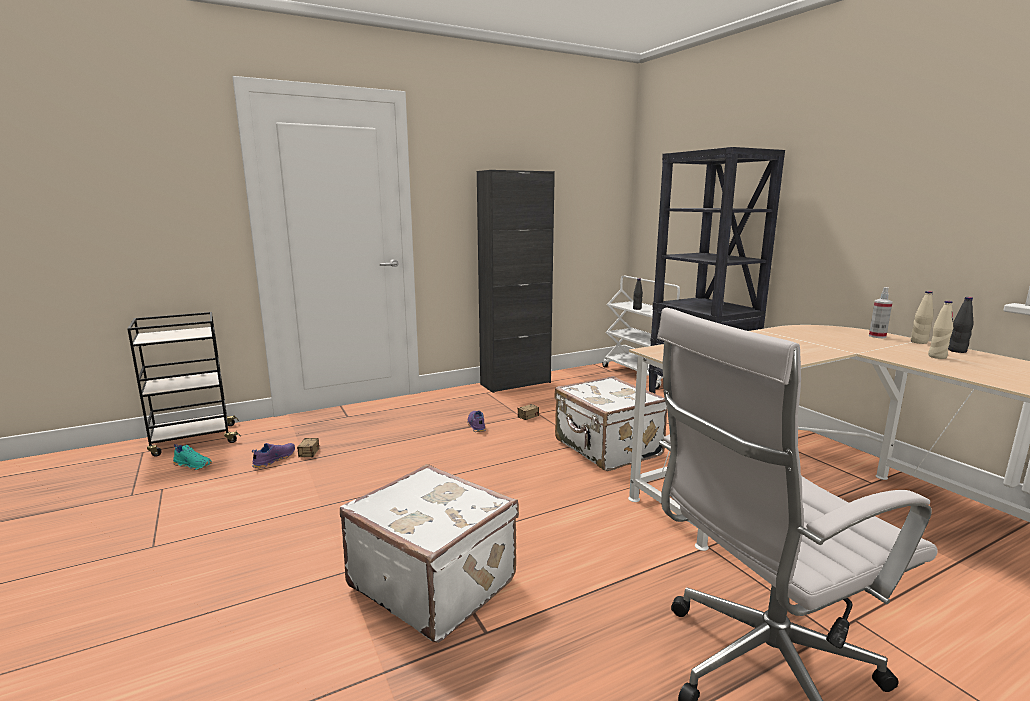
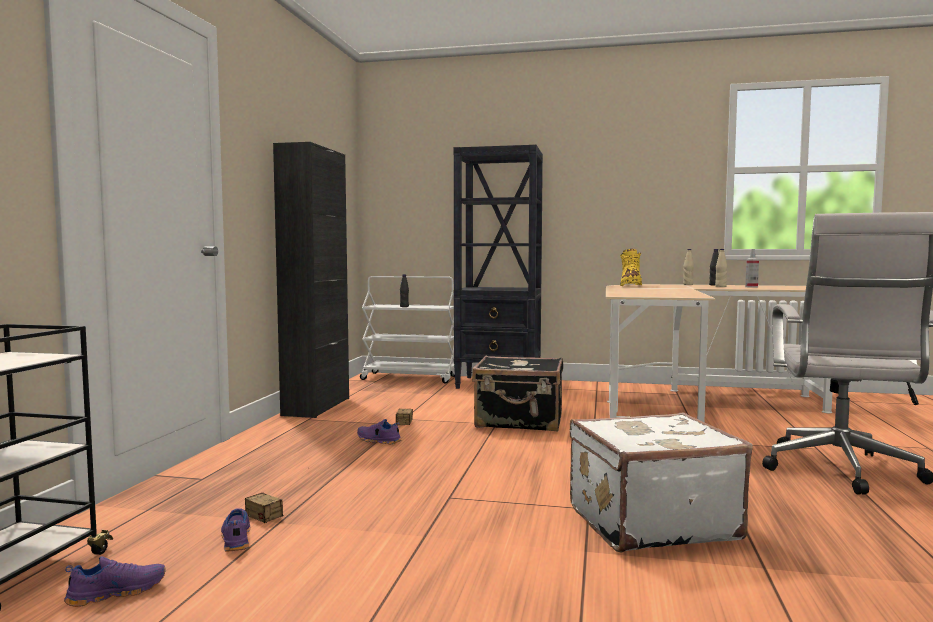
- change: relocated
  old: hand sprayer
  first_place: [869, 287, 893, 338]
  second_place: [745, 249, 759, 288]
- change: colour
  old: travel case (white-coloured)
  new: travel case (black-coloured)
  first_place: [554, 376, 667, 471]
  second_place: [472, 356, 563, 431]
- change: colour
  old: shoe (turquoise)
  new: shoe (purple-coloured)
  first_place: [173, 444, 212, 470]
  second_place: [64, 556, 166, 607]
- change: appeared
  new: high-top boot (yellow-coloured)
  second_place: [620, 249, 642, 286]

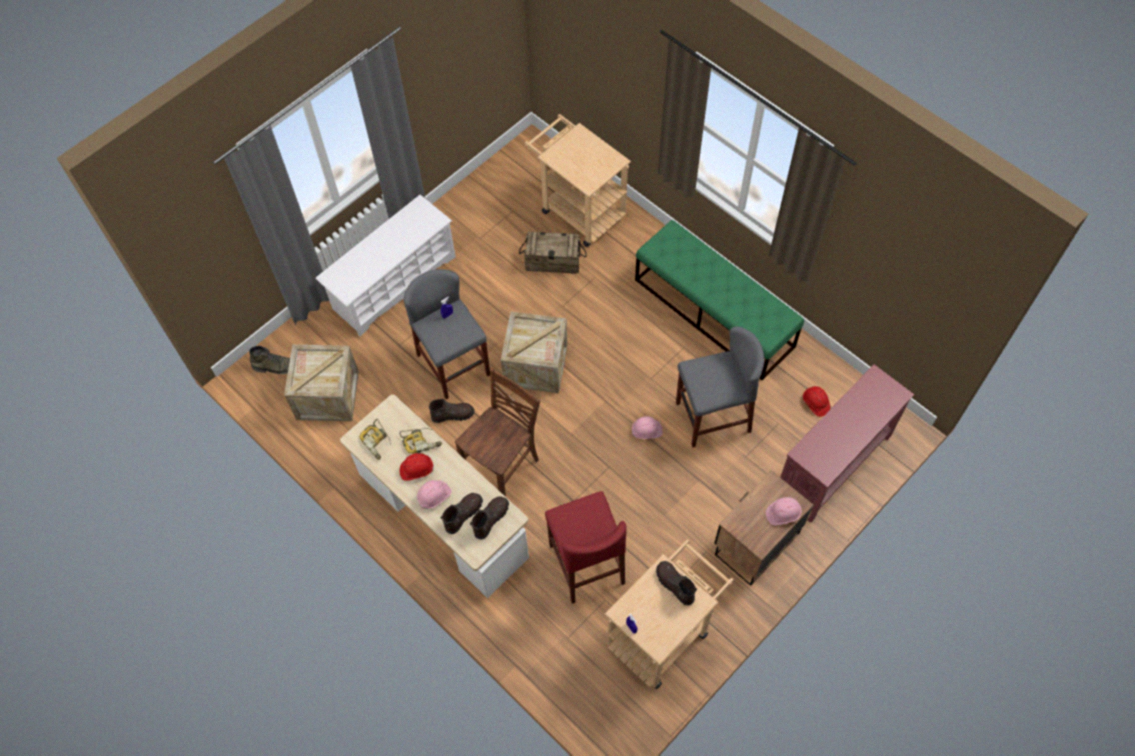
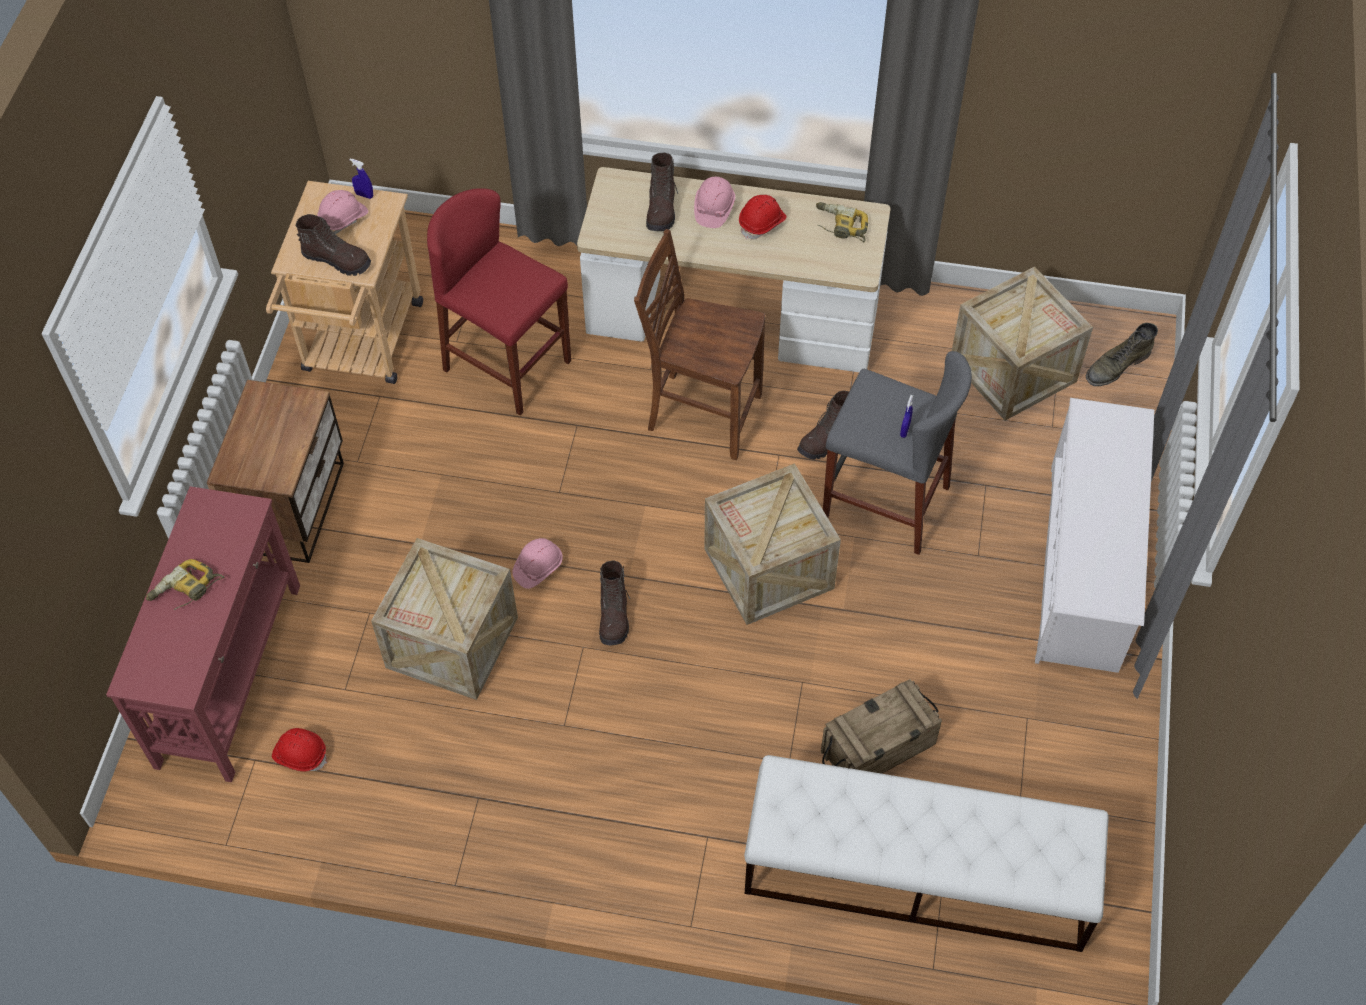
- change: exchanged
  old: cart (sand-coloured)
  new: long seat (white-coloured)
  first_place: [524, 114, 631, 247]
  second_place: [744, 755, 1109, 952]
- change: missing
  old: long seat (greenish)
  first_place: [635, 220, 804, 380]
- change: exchanged
  old: stool seat (grey)
  new: shipping crate
  first_place: [676, 327, 764, 448]
  second_place: [371, 538, 518, 700]
- change: spun
  old: plain chair (brown-coloured)
  first_place: [455, 368, 540, 497]
  second_place: [634, 229, 765, 460]
  degrees: 105
- change: relocated
  old: power drill
  first_place: [399, 428, 442, 454]
  second_place: [146, 559, 224, 610]
- change: relocated
  old: high-top boot (brown-coloured)
  first_place: [470, 496, 509, 539]
  second_place: [599, 560, 630, 645]
- change: relocated
  old: work helmet (pink)
  first_place: [766, 497, 802, 525]
  second_place: [317, 190, 368, 234]

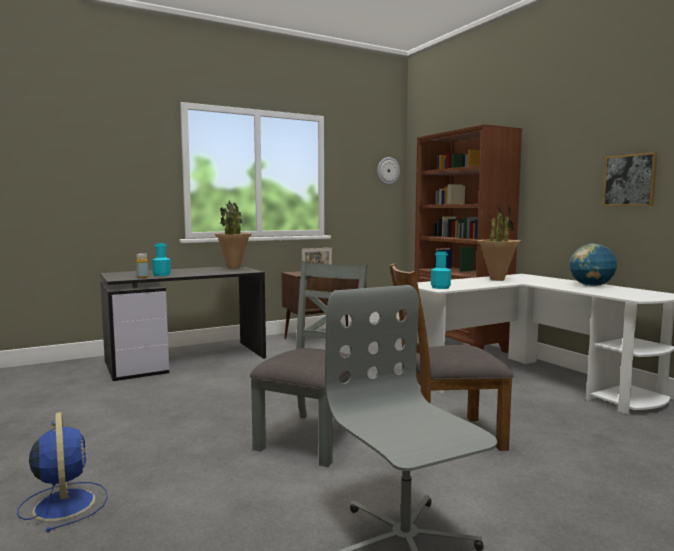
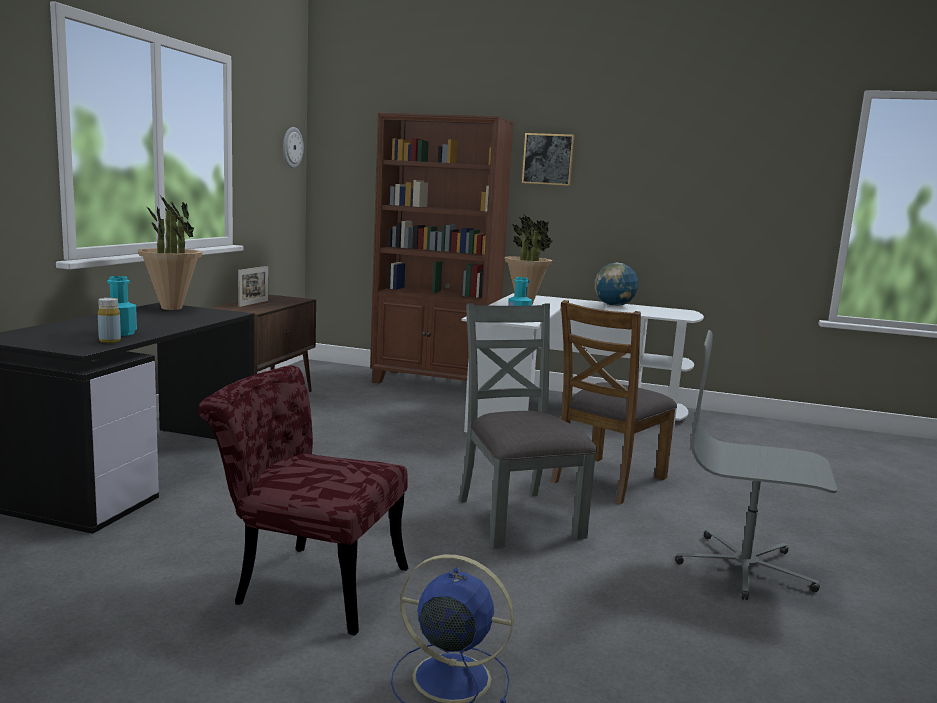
- change: relocated
  old: wall art
  first_place: [603, 152, 657, 206]
  second_place: [522, 133, 575, 186]
- change: appeared
  new: plain chair (red)
  second_place: [198, 365, 408, 635]

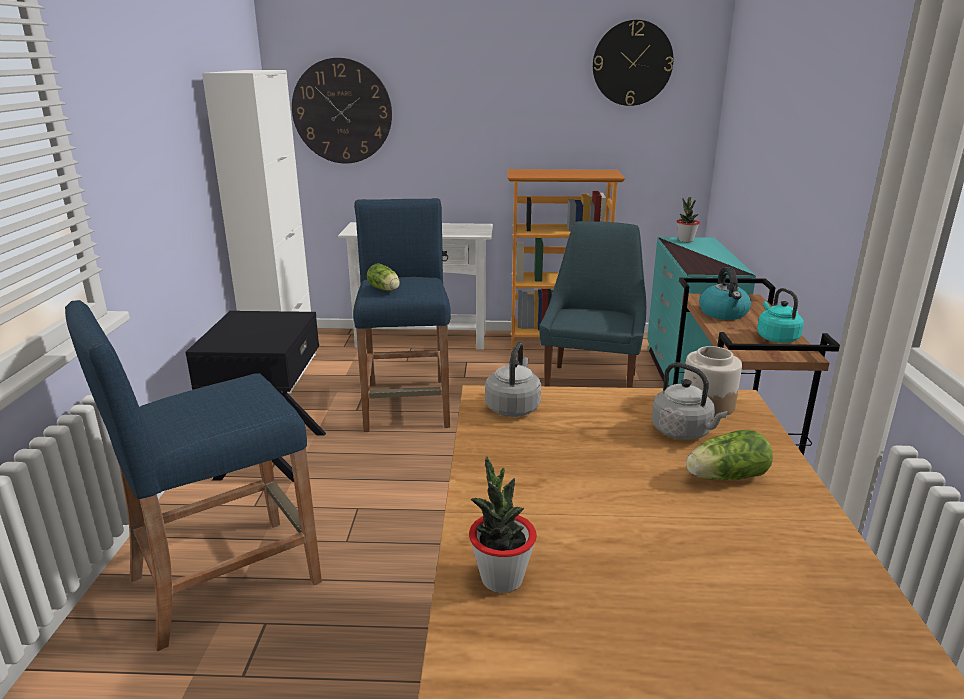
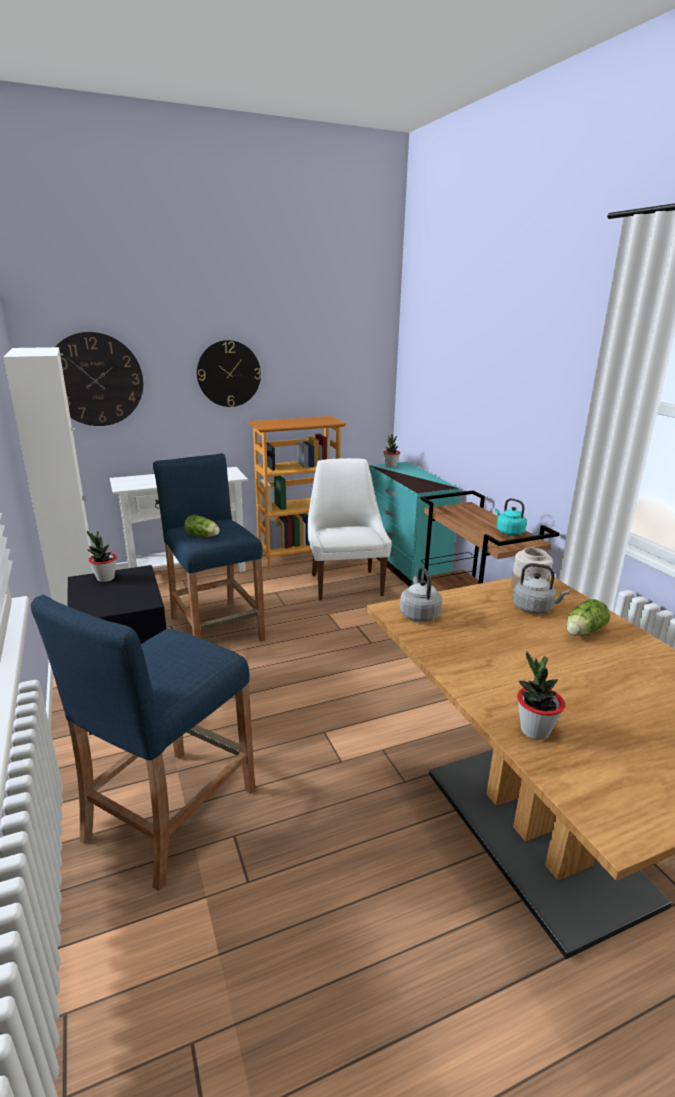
- change: relocated
  old: clock on the wall
  first_place: [593, 20, 673, 106]
  second_place: [197, 340, 261, 407]
- change: colour
  old: plain chair (blue-coloured)
  new: plain chair (white-coloured)
  first_place: [539, 221, 647, 388]
  second_place: [307, 458, 392, 600]
- change: missing
  old: kettle
  first_place: [699, 267, 751, 320]
- change: appeared
  new: houseplant
  second_place: [87, 531, 117, 582]

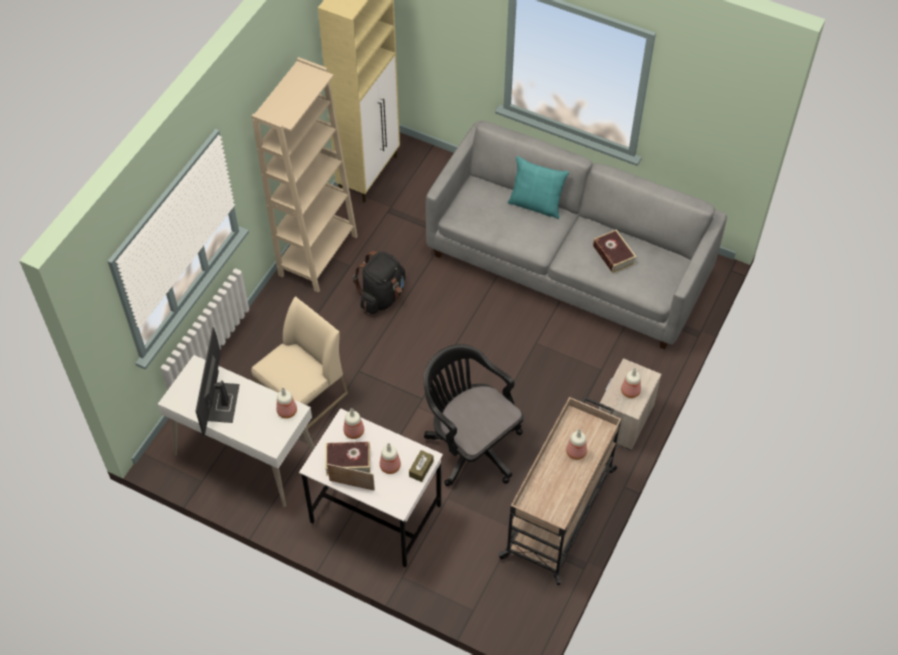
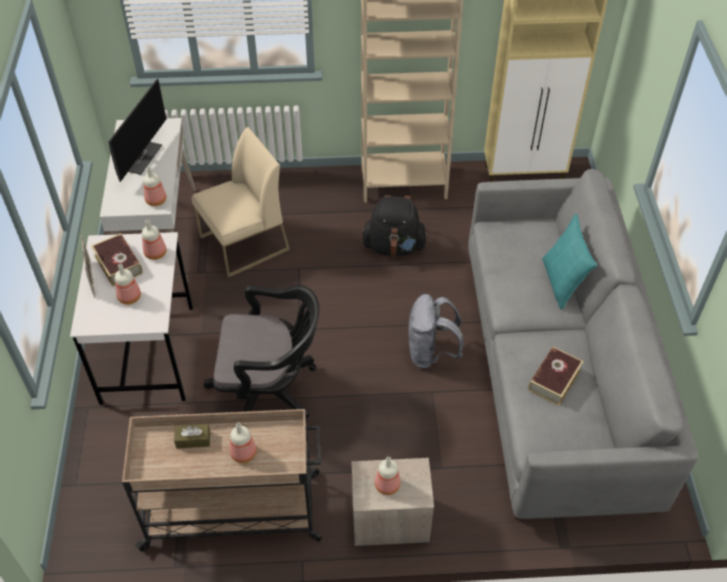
- change: spun
  old: plain chair (sand-coloured)
  first_place: [251, 296, 348, 435]
  second_place: [192, 127, 290, 278]
  degrees: -45
- change: spun
  old: computer display
  first_place: [196, 327, 240, 438]
  second_place: [108, 78, 167, 182]
  degrees: 135
- change: spun
  old: office chair (black-coloured)
  first_place: [424, 344, 524, 486]
  second_place: [204, 285, 319, 423]
  degrees: 75
- change: relocated
  old: box of tissues (brown-coloured)
  first_place: [409, 450, 434, 482]
  second_place: [174, 424, 210, 448]
- change: appeared
  new: knapsack (grey)
  second_place: [408, 294, 464, 369]

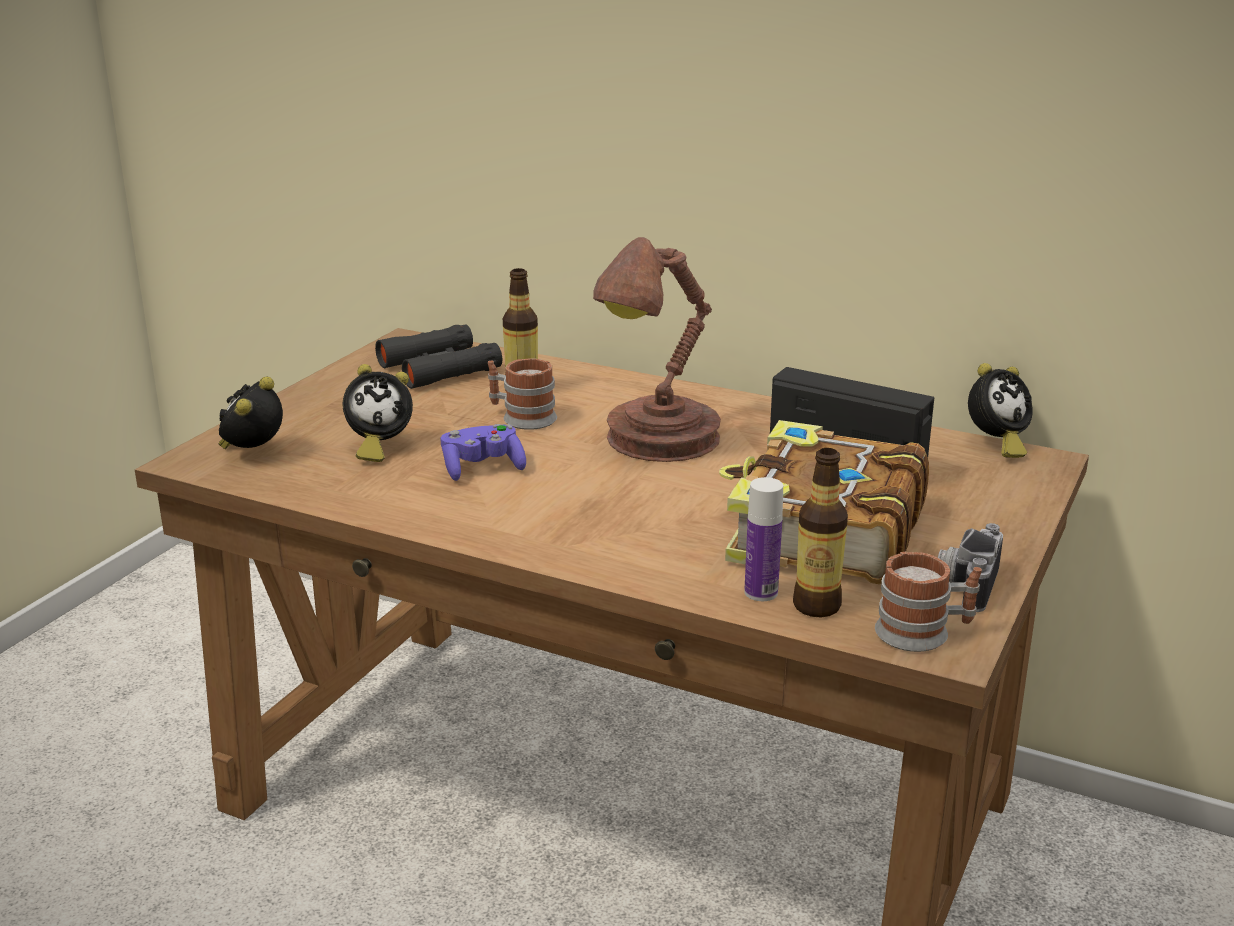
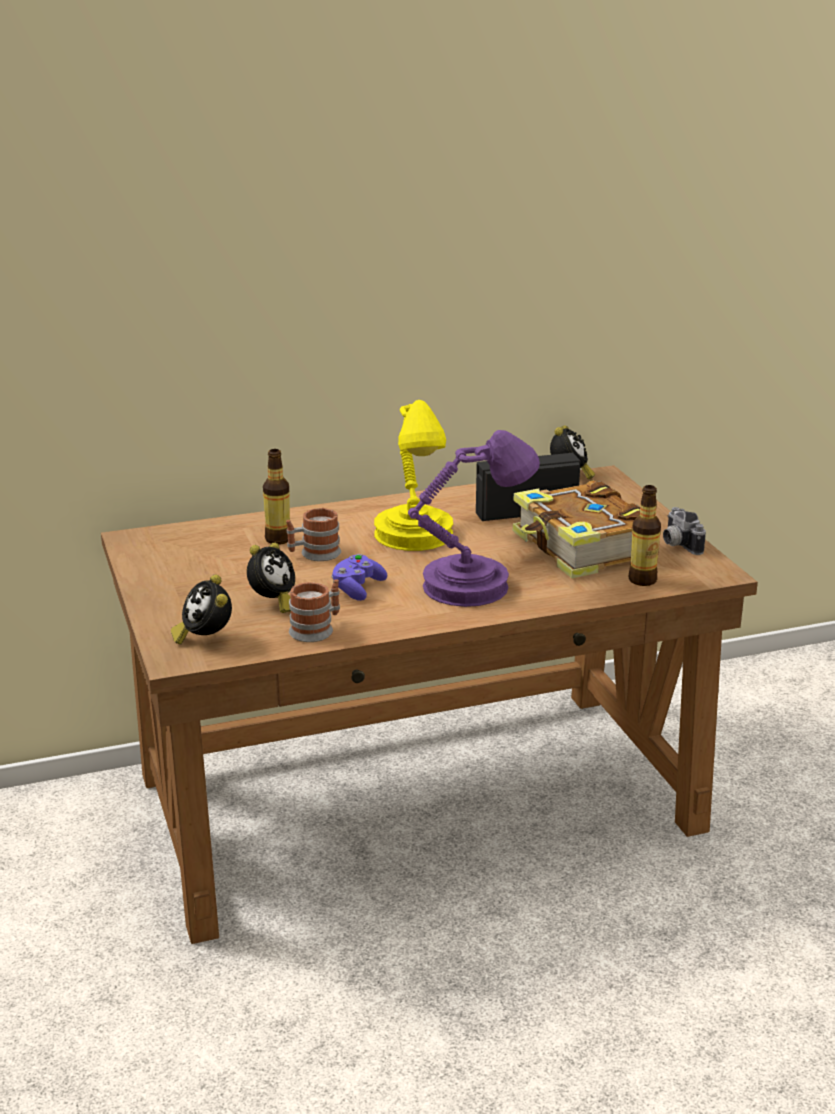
- change: colour
  old: table lamp (brown-coloured)
  new: table lamp (yellow-coloured)
  first_place: [593, 237, 721, 462]
  second_place: [374, 400, 453, 551]
- change: missing
  old: binoculars (black-coloured)
  first_place: [375, 324, 502, 389]
- change: missing
  old: beverage bottle
  first_place: [744, 477, 783, 601]
- change: relocated
  old: mug
  first_place: [875, 551, 982, 652]
  second_place: [289, 579, 340, 642]
- change: appeared
  new: table lamp (purple-coloured)
  second_place: [408, 430, 540, 607]

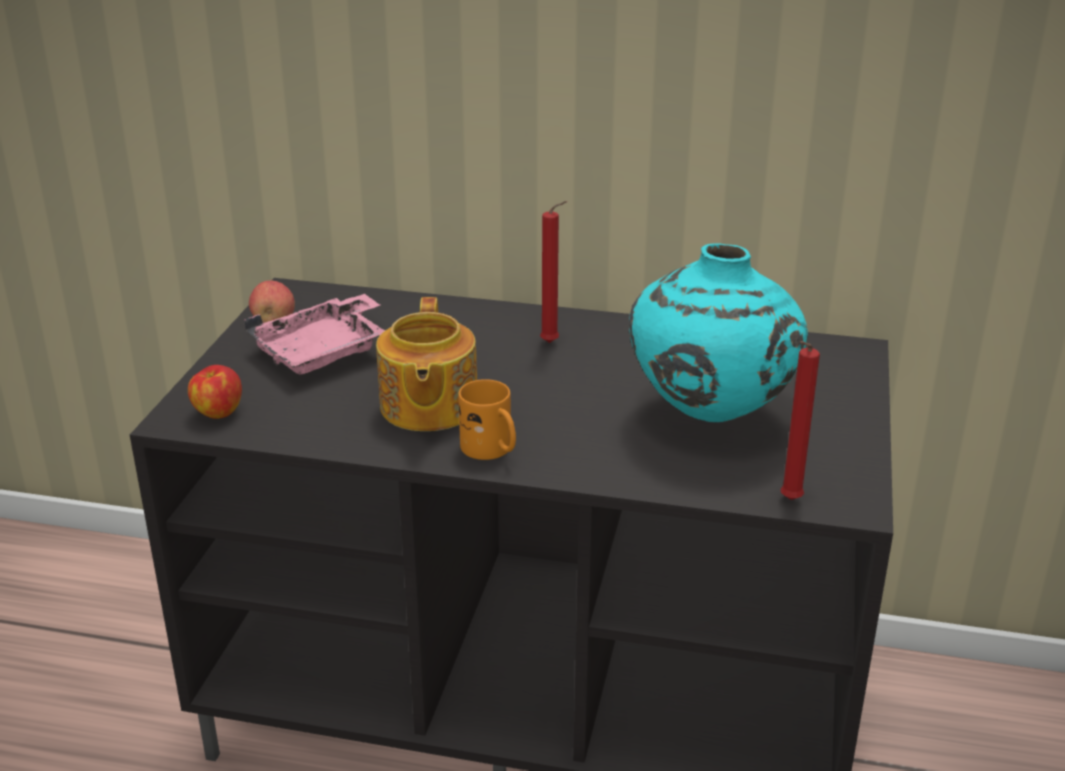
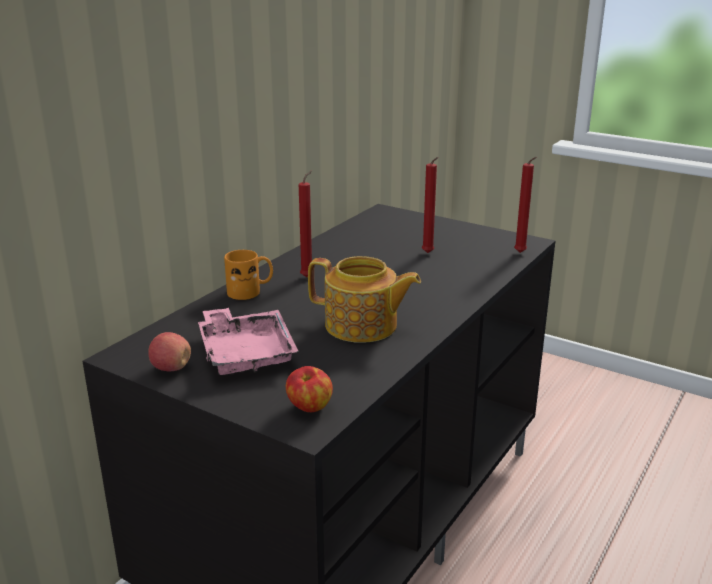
- change: exchanged
  old: flower vase (turquoise)
  new: candle (red)
  first_place: [629, 243, 808, 423]
  second_place: [422, 157, 438, 253]
- change: relocated
  old: mug (orange-coloured)
  first_place: [458, 379, 516, 460]
  second_place: [224, 250, 273, 300]

